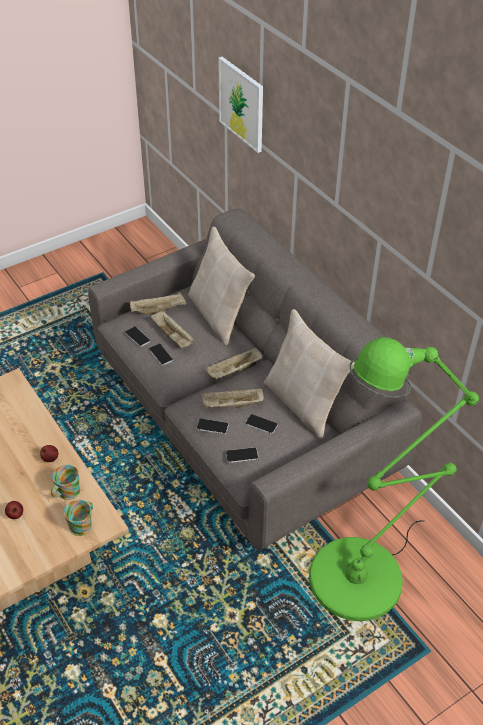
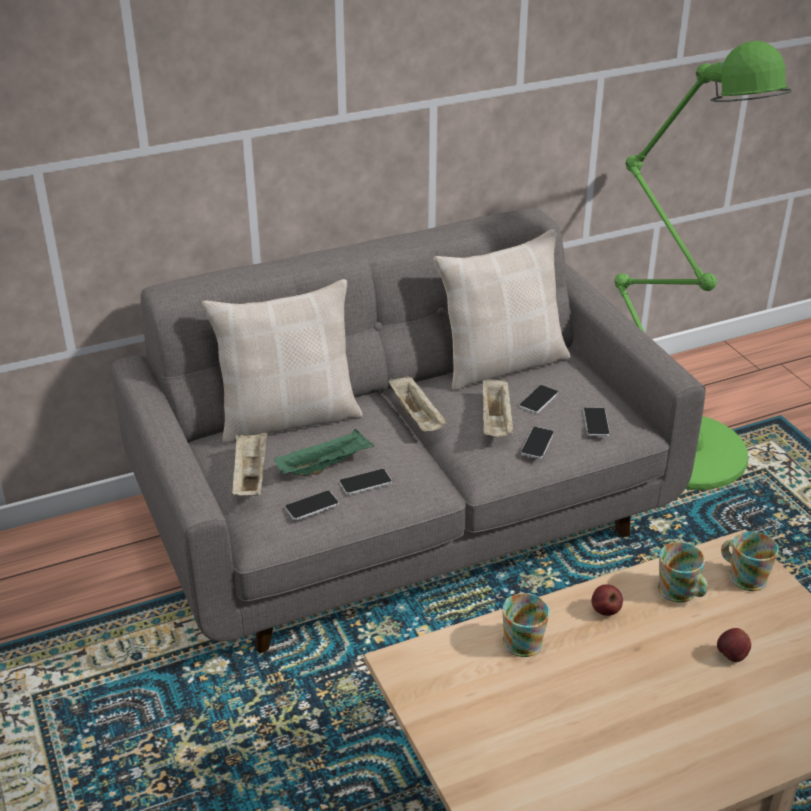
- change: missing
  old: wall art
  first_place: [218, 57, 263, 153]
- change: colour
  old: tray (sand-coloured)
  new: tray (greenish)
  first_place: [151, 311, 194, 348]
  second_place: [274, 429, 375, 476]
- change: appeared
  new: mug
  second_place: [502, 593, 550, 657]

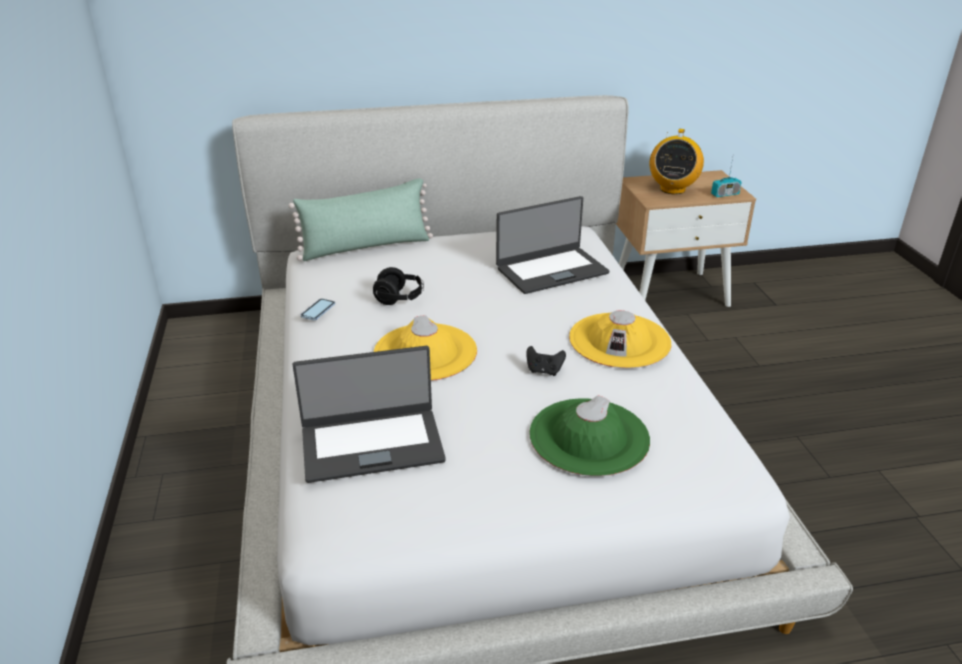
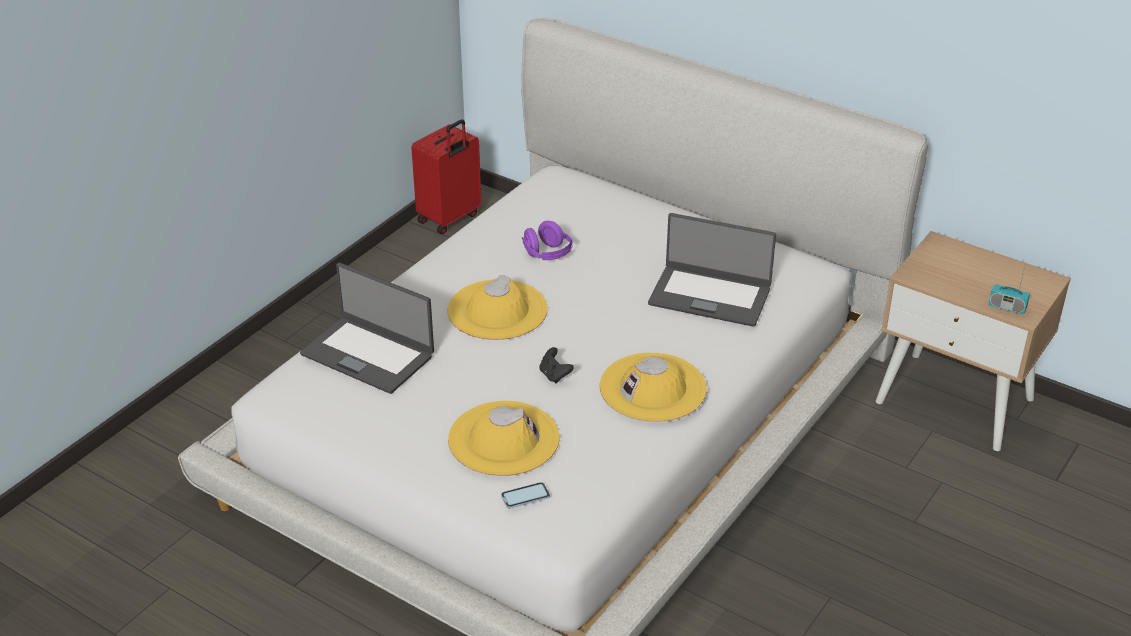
- change: missing
  old: radio set
  first_place: [649, 129, 704, 194]
- change: missing
  old: pillow (greenish)
  first_place: [289, 179, 433, 261]
- change: colour
  old: headphones (black-coloured)
  new: headphones (purple-coloured)
  first_place: [373, 267, 424, 305]
  second_place: [522, 221, 573, 260]
- change: relocated
  old: handset
  first_place: [301, 299, 335, 320]
  second_place: [501, 482, 550, 509]
- change: colour
  old: clothing hat (greenish)
  new: clothing hat (yellow-coloured)
  first_place: [529, 395, 650, 476]
  second_place: [448, 401, 559, 476]
- change: appeared
  new: travel case (red)
  second_place: [411, 119, 481, 234]

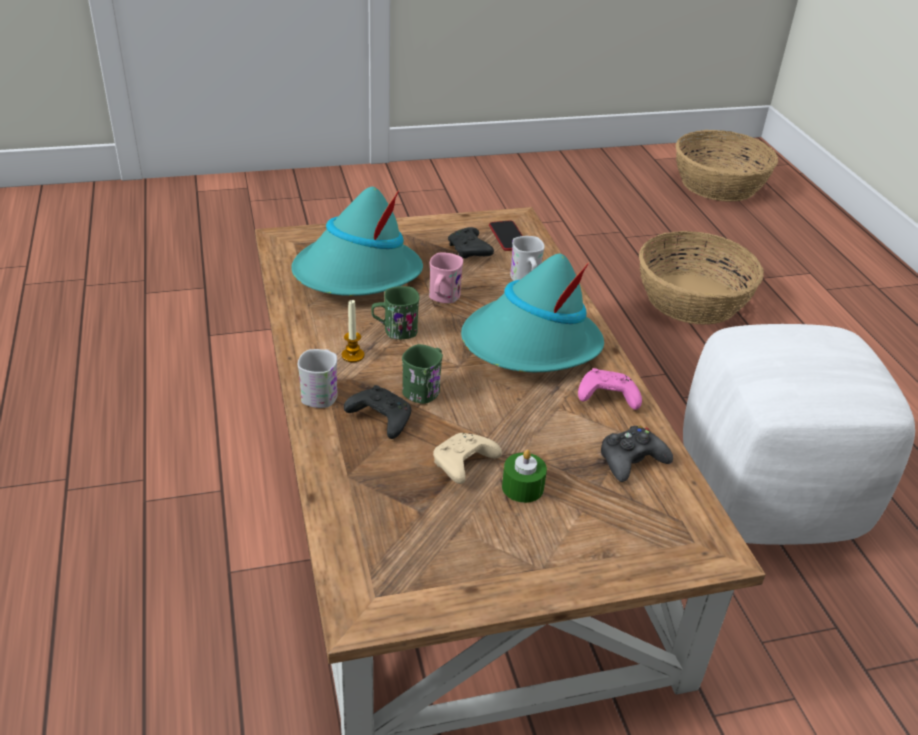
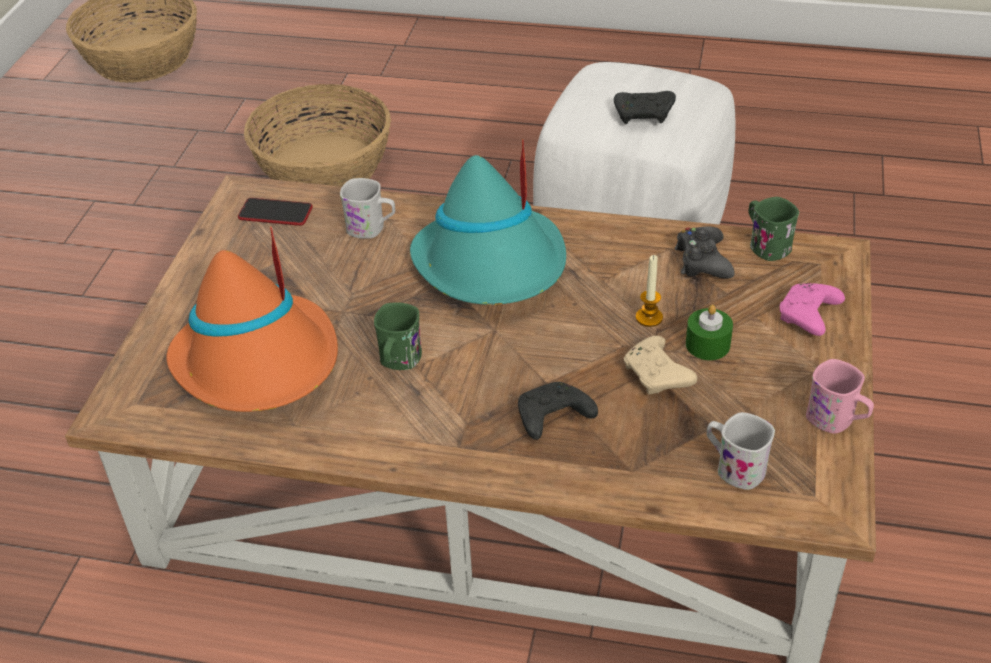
- change: colour
  old: clothing hat (turquoise)
  new: clothing hat (orange-coloured)
  first_place: [291, 187, 423, 296]
  second_place: [166, 226, 338, 412]
- change: relocated
  old: game controller (black-coloured)
  first_place: [448, 227, 494, 259]
  second_place: [614, 91, 676, 124]
- change: relocated
  old: mug (pink)
  first_place: [429, 252, 463, 303]
  second_place: [806, 359, 874, 434]
- change: relocated
  old: candle
  first_place: [342, 299, 364, 363]
  second_place: [636, 255, 663, 327]
- change: relocated
  old: mug (greenish)
  first_place: [402, 344, 443, 404]
  second_place: [748, 197, 799, 261]
- change: relocated
  old: mug (white-coloured)
  first_place: [298, 349, 338, 408]
  second_place: [706, 412, 775, 490]
- change: relocated
  old: game controller (pink)
  first_place: [578, 368, 642, 410]
  second_place: [780, 283, 845, 336]

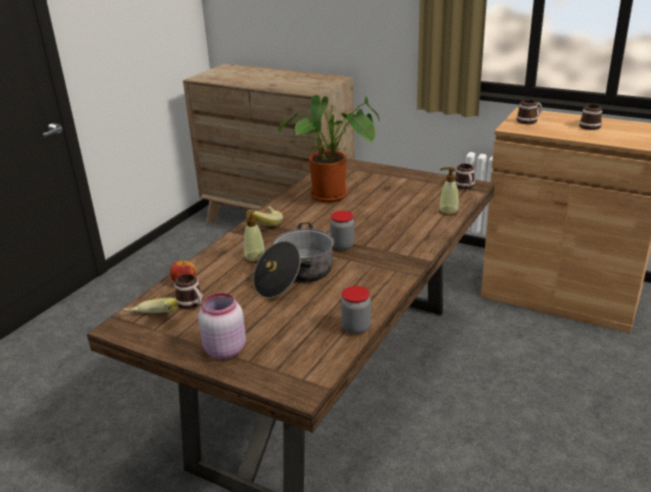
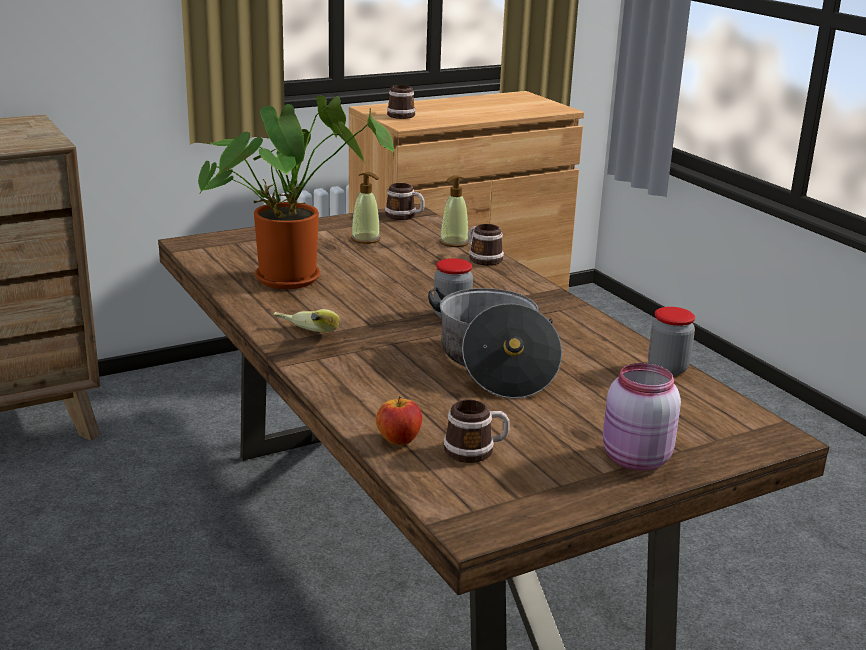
- change: relocated
  old: mug
  first_place: [579, 104, 602, 130]
  second_place: [468, 224, 504, 265]
- change: relocated
  old: soap dispenser
  first_place: [244, 211, 265, 263]
  second_place: [351, 172, 380, 244]
- change: missing
  old: whole banana
  first_place: [123, 298, 179, 313]

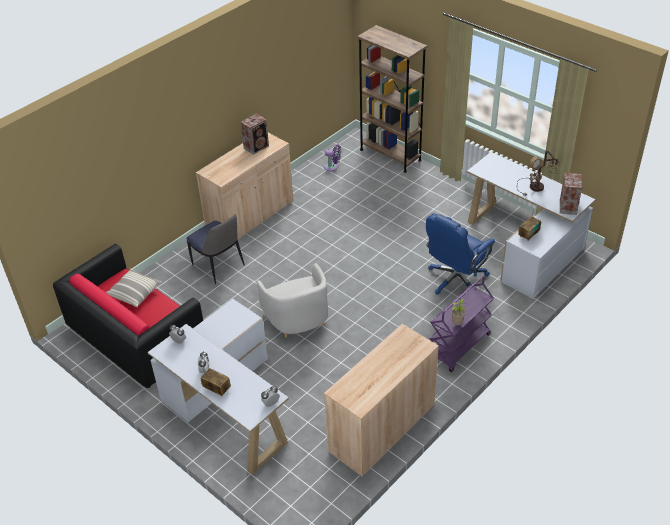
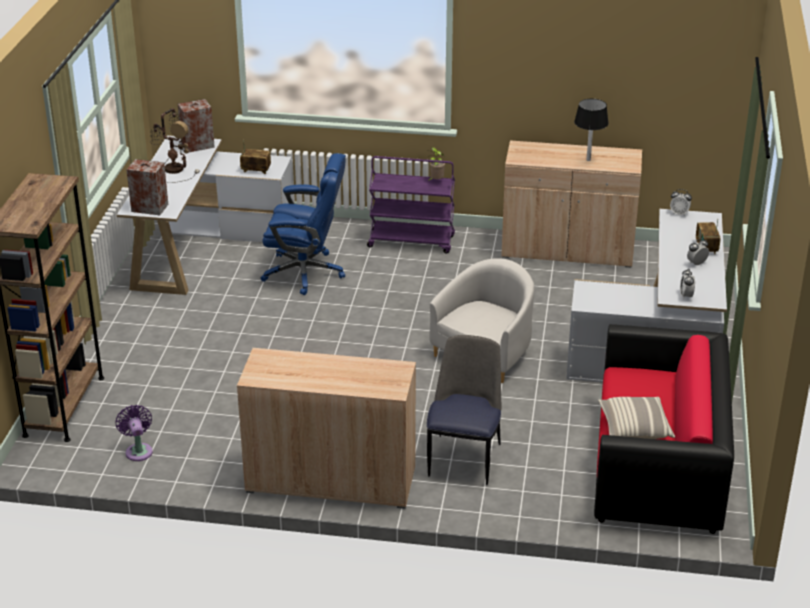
- change: relocated
  old: audio speaker
  first_place: [241, 113, 269, 155]
  second_place: [126, 159, 168, 215]
- change: appeared
  new: table lamp (black-coloured)
  second_place: [574, 99, 609, 161]

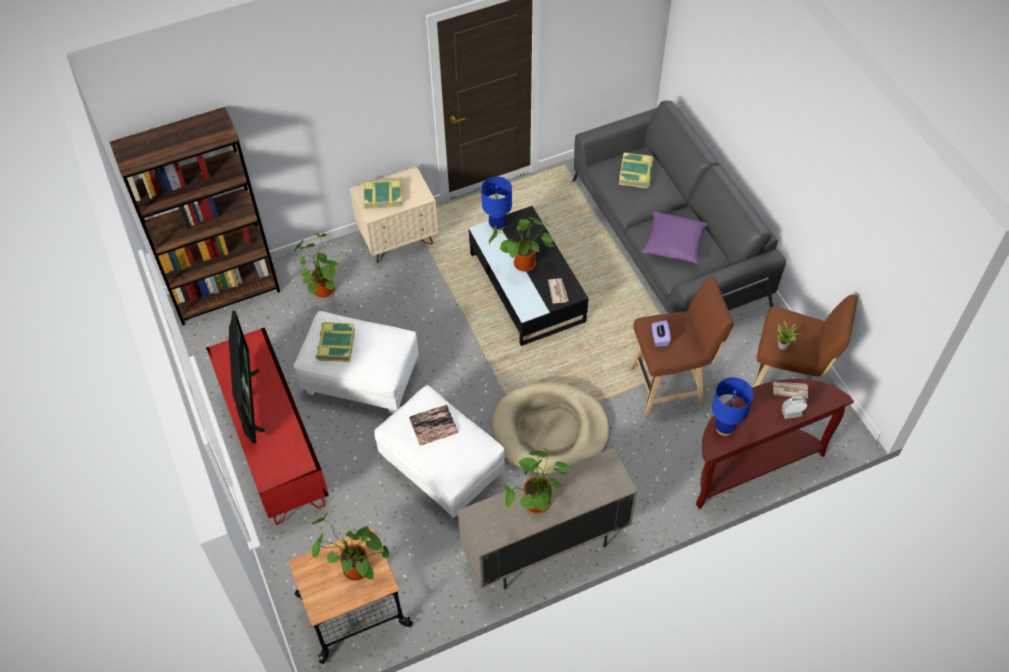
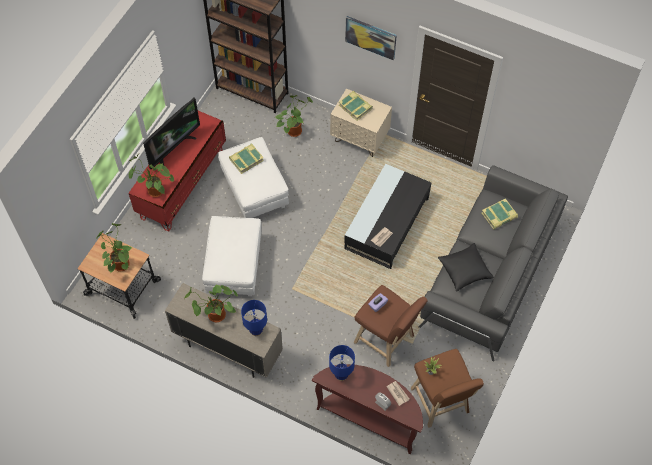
- change: relocated
  old: table lamp (blue-coloured)
  first_place: [481, 177, 512, 231]
  second_place: [241, 300, 267, 336]
- change: colour
  old: pillow (purple-coloured)
  new: pillow (black-coloured)
  first_place: [641, 211, 708, 264]
  second_place: [438, 243, 494, 292]
- change: relocated
  old: houseplant
  first_place: [489, 217, 554, 272]
  second_place: [129, 154, 174, 197]
- change: missing
  old: dog cushion (sand-coloured)
  first_place: [491, 382, 610, 475]
- change: missing
  old: book
  first_place: [409, 404, 458, 446]
- change: appeared
  new: wall art
  second_place: [345, 16, 397, 60]

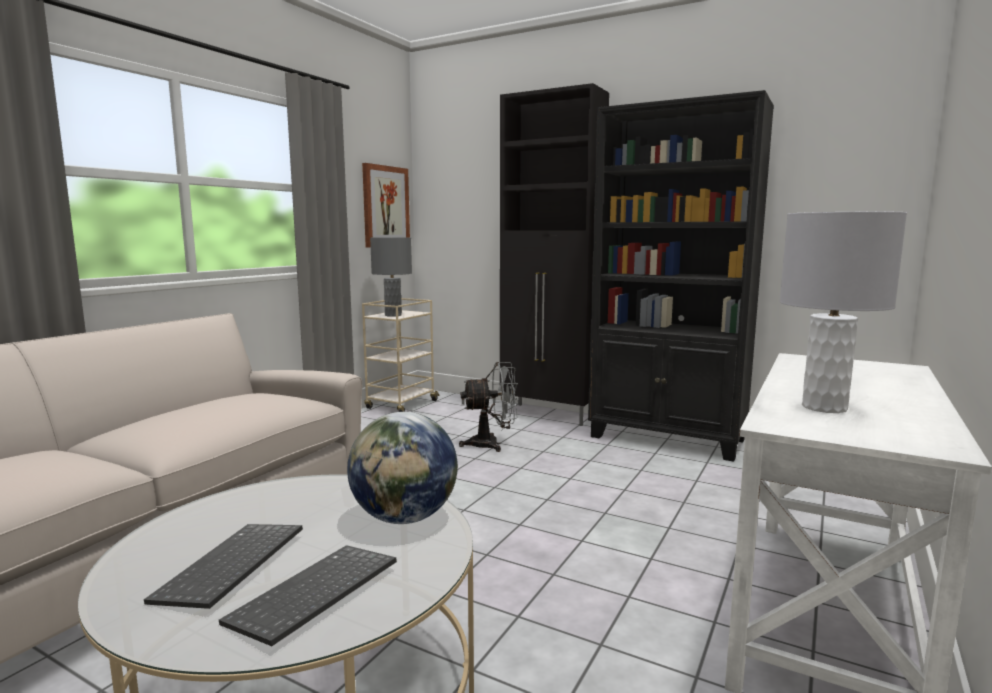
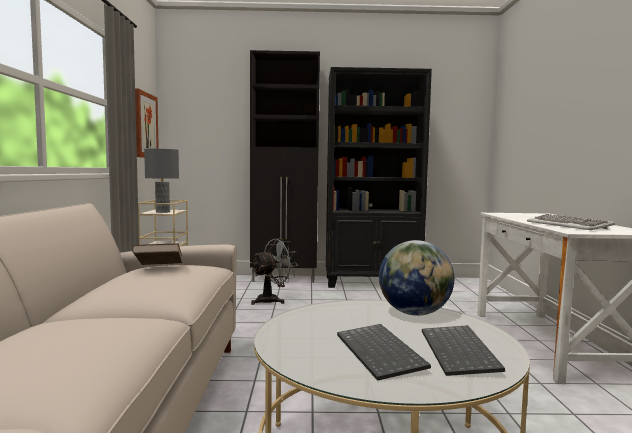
- change: exchanged
  old: table lamp (grey)
  new: PC keyboard
  first_place: [780, 212, 907, 413]
  second_place: [527, 214, 615, 230]
- change: appeared
  new: book (brown-coloured)
  second_place: [132, 243, 182, 265]

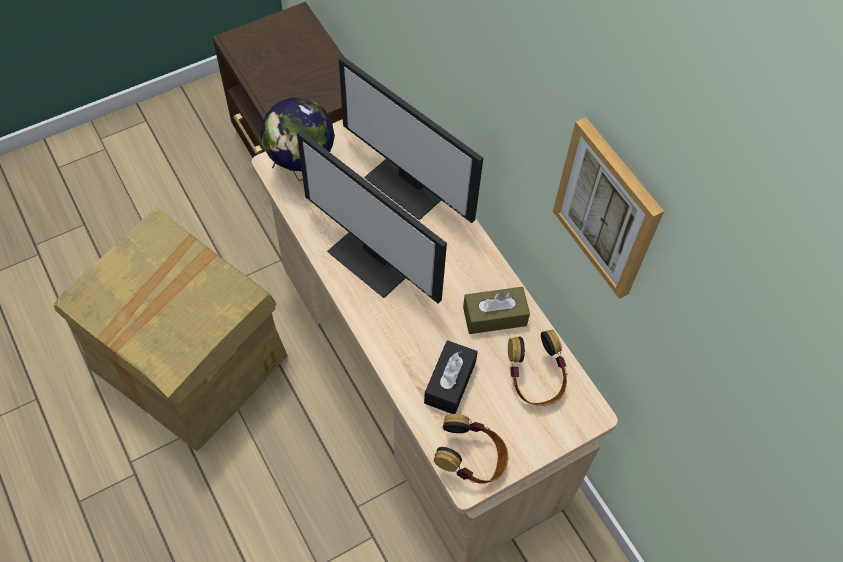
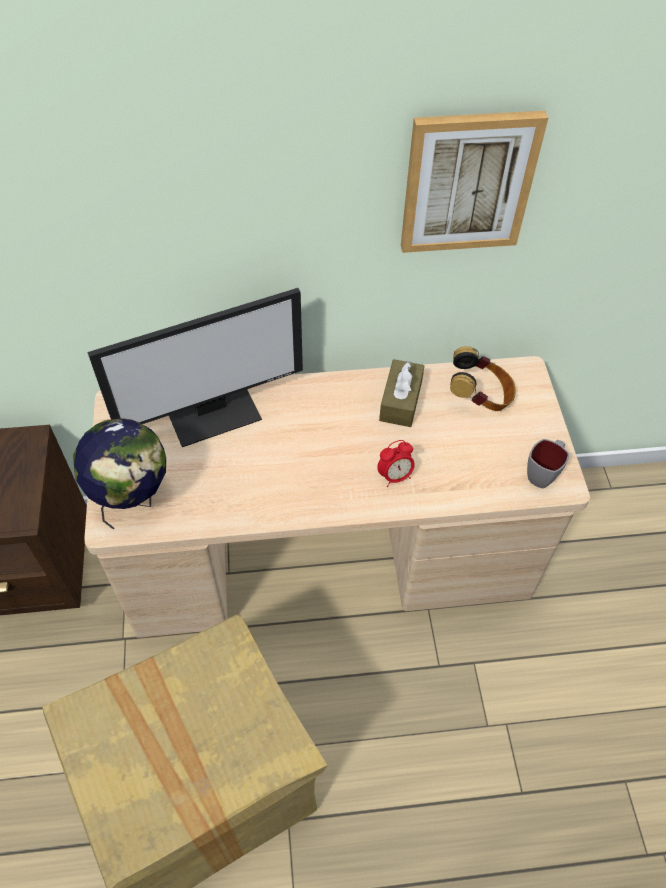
- change: missing
  old: computer display
  first_place: [297, 130, 447, 304]
- change: missing
  old: box of tissues (black-coloured)
  first_place: [424, 340, 478, 414]
- change: exchanged
  old: headphones
  new: mug (grey)
  first_place: [434, 414, 508, 483]
  second_place: [527, 439, 569, 488]
- change: appeared
  new: alarm clock
  second_place: [377, 440, 415, 487]

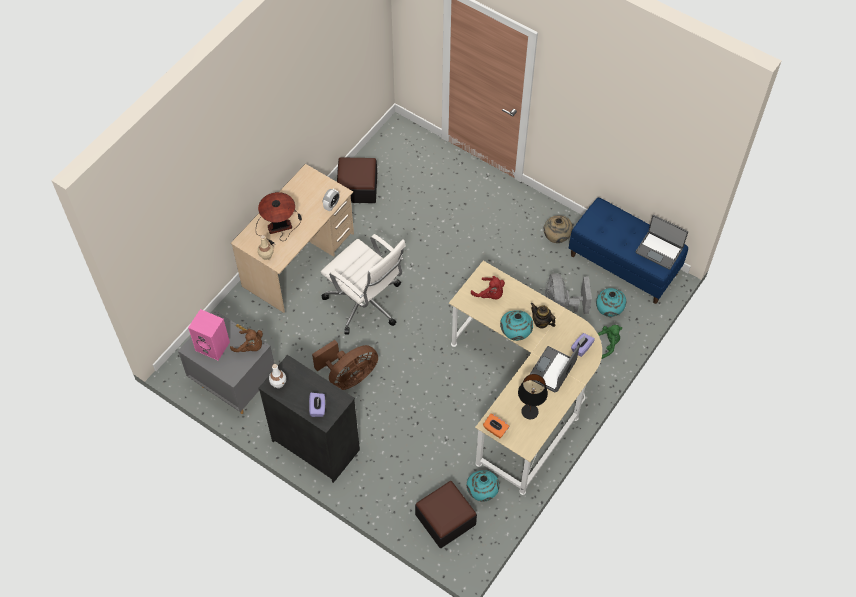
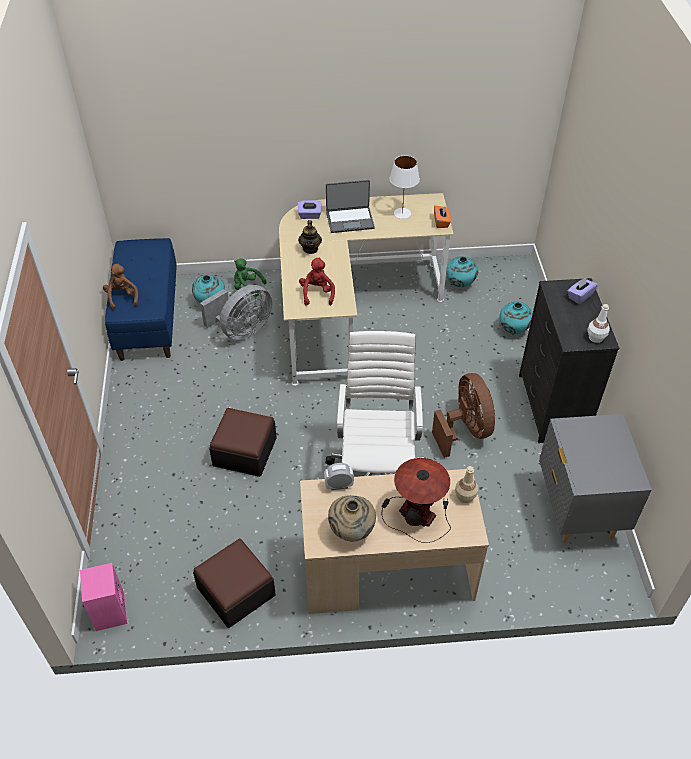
- change: relocated
  old: flower vase (sand-coloured)
  first_place: [544, 215, 573, 243]
  second_place: [328, 495, 376, 542]
- change: missing
  old: portable computer
  first_place: [635, 215, 688, 270]
- change: relocated
  old: audio speaker (pink)
  first_place: [188, 309, 230, 360]
  second_place: [80, 563, 127, 631]
- change: relocated
  old: flower vase (turquoise)
  first_place: [500, 310, 533, 341]
  second_place: [499, 301, 533, 334]
- change: relocated
  old: soft toy (brown-coloured)
  first_place: [230, 329, 263, 352]
  second_place: [103, 264, 138, 310]
- change: spun
  old: cooling fan (brown-coloured)
  first_place: [312, 340, 378, 390]
  second_place: [432, 373, 495, 458]
  degrees: 60
- change: colour
  old: table lamp (black-coloured)
  new: table lamp (white-coloured)
  first_place: [518, 374, 548, 419]
  second_place: [390, 156, 420, 219]
- change: relocated
  old: ottoman
  first_place: [415, 481, 477, 548]
  second_place: [209, 408, 277, 477]

